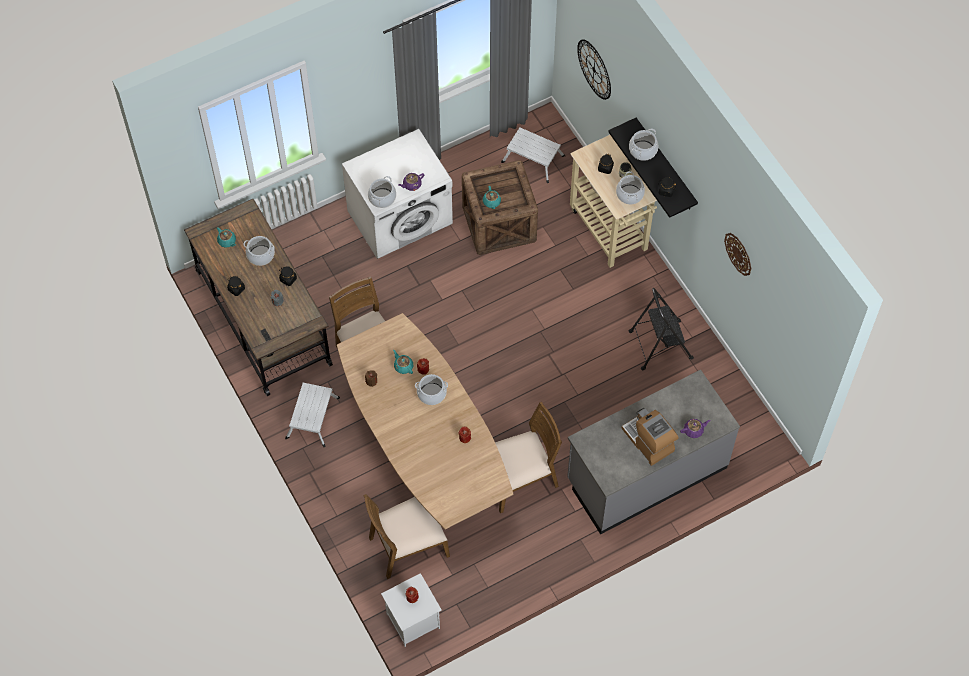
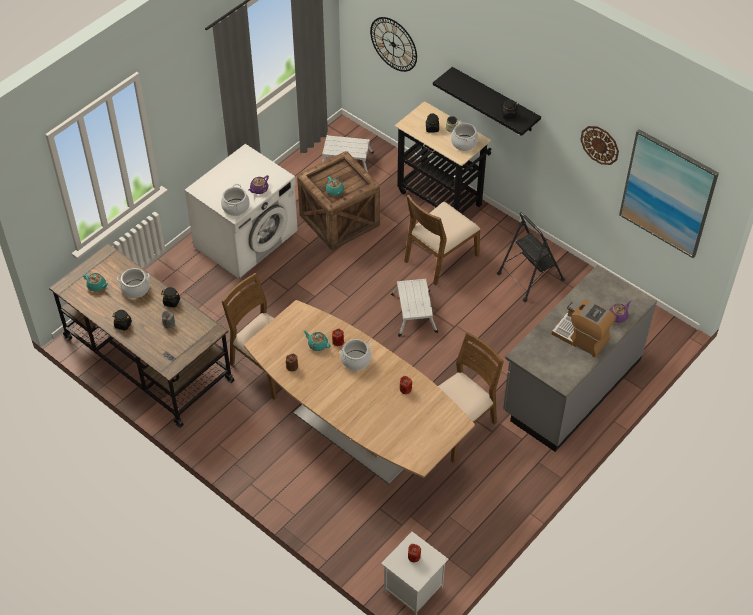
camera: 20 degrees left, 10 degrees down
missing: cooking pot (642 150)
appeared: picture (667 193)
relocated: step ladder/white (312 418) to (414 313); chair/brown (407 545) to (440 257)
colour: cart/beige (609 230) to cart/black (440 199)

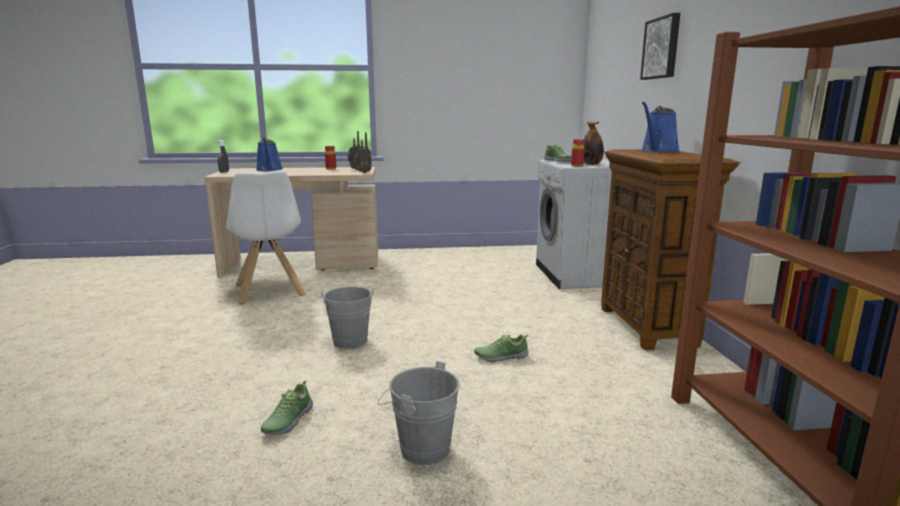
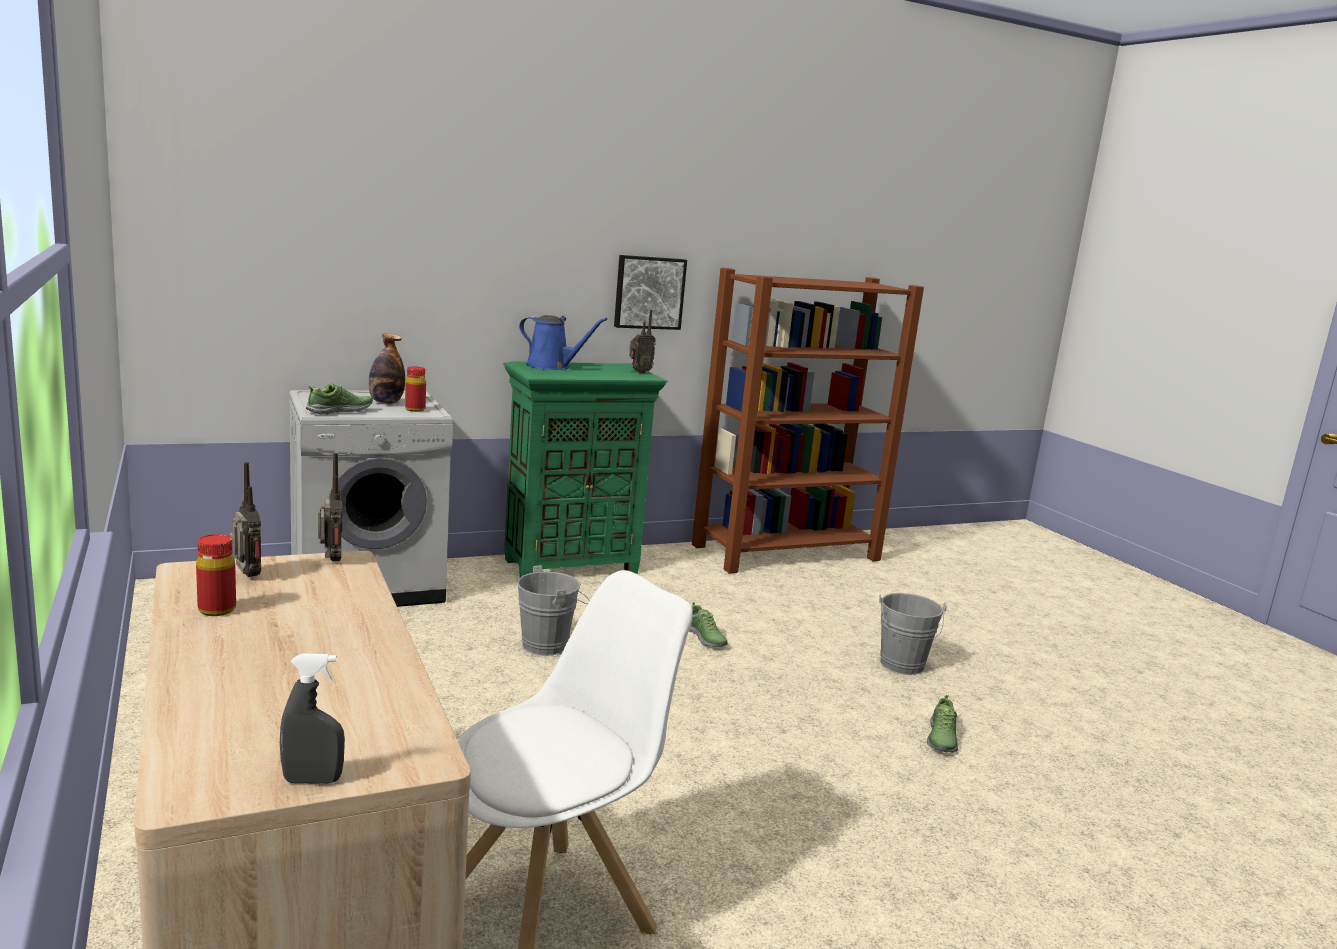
camera: 110 degrees left, 0 degrees up
missing: watering can/blue (269 170)
appeared: radio (639 372)
relocated: bucket/grey (350 343) to (550 644); picture (662 48) to (648 292)
colour: cabinet/brown (648 327) to cabinet/green (572 565)
spun: shoe (287 421) = (941 739) 105 degrees clockwise

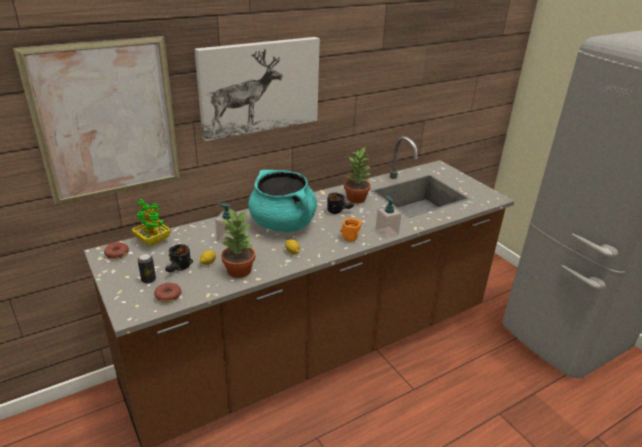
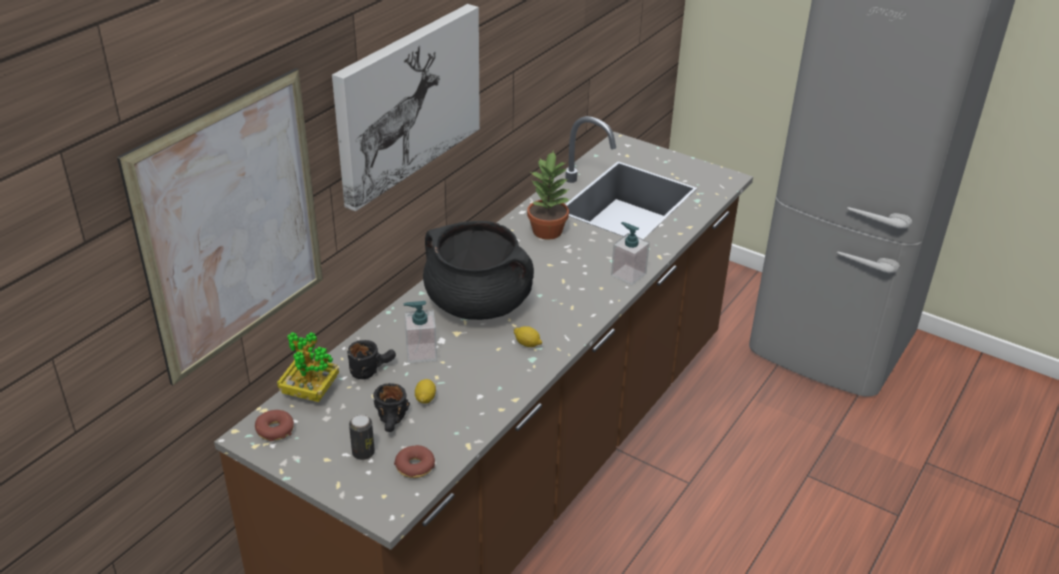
camera: 25 degrees left, 5 degrees up
missing: potted plant (239 270); mug/orange (352 235)
relocated: mug/black (339 210) to (372 369)
colour: cooking pot/turquoise (283 224) to cooking pot/black (479 304)

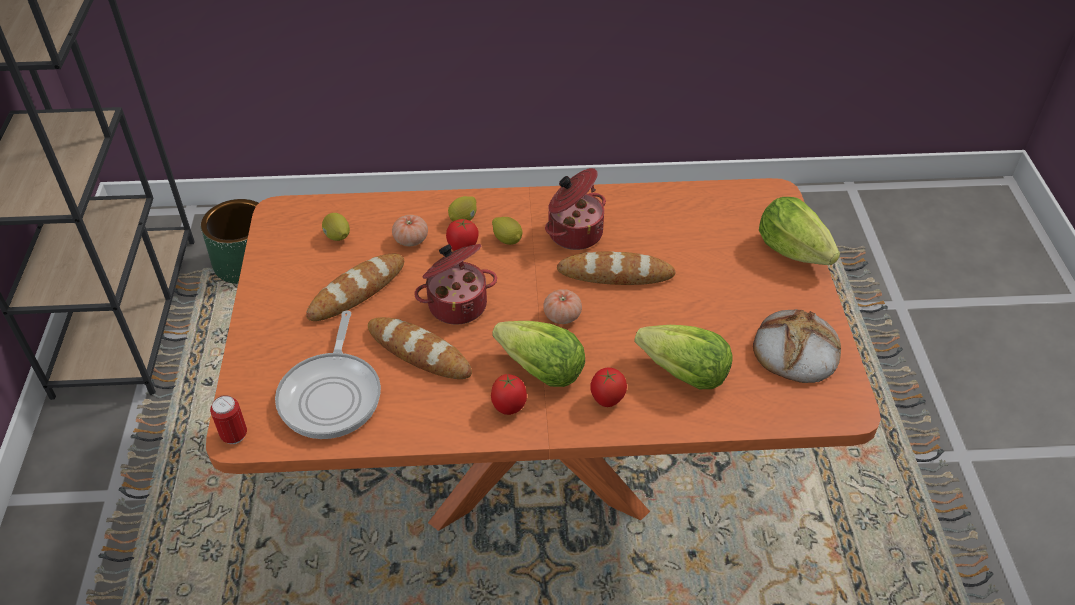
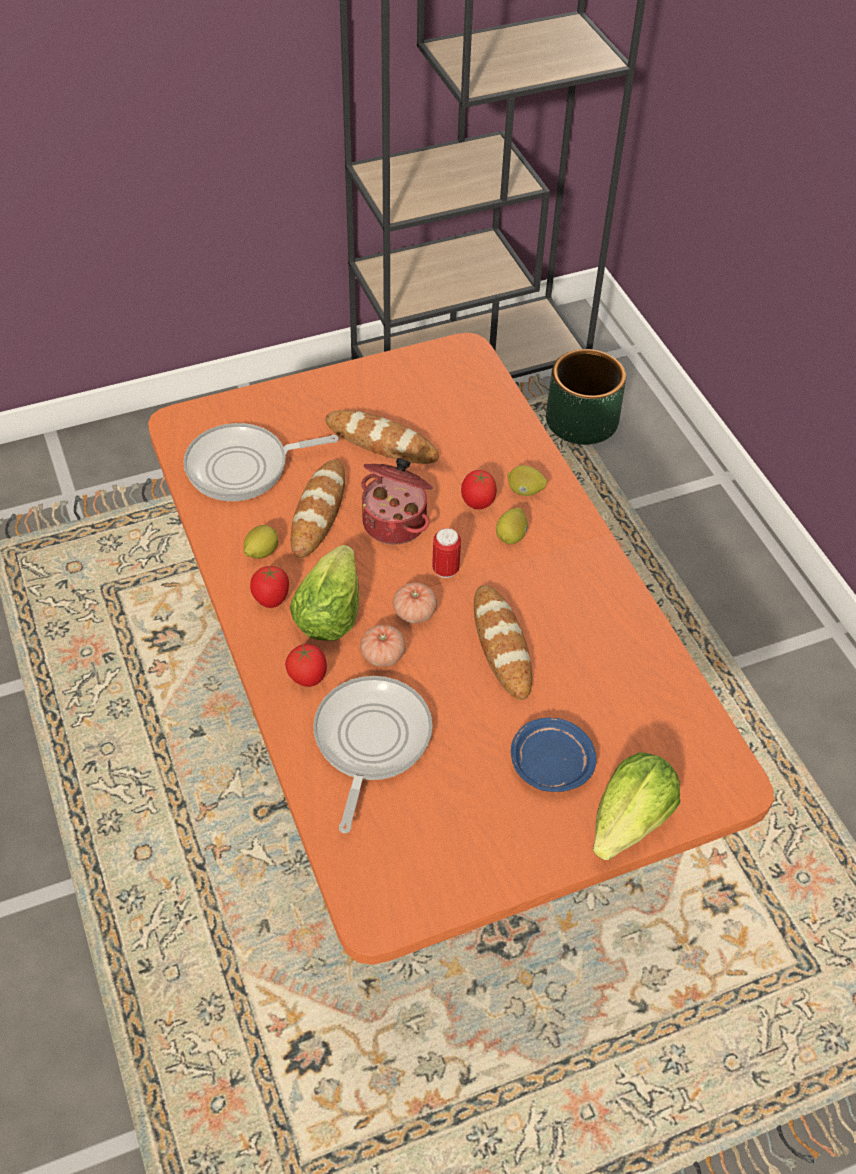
camera: 70 degrees right, 5 degrees up
missing: cooking pot (574 232); bread (795 351)
appeared: plate/blue (550 763)
relocated: lemon (337 237) to (261 552); tomato (411 240) to (383 655); can (234 435) to (445 569)
exchanged: lettuce (684 374) to frying pan (370 741)

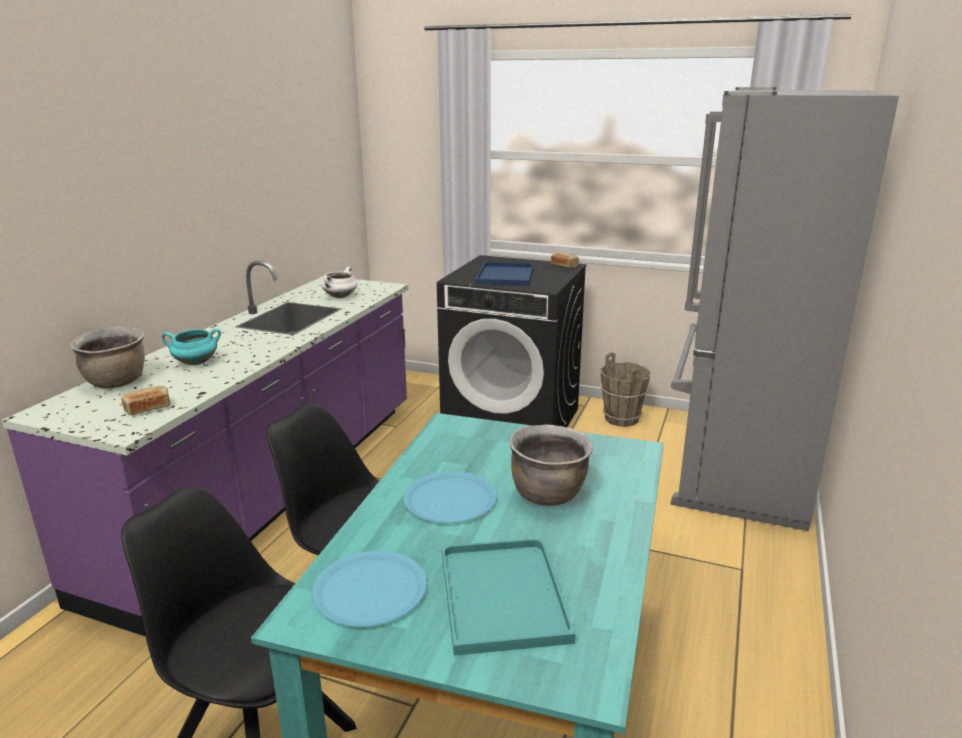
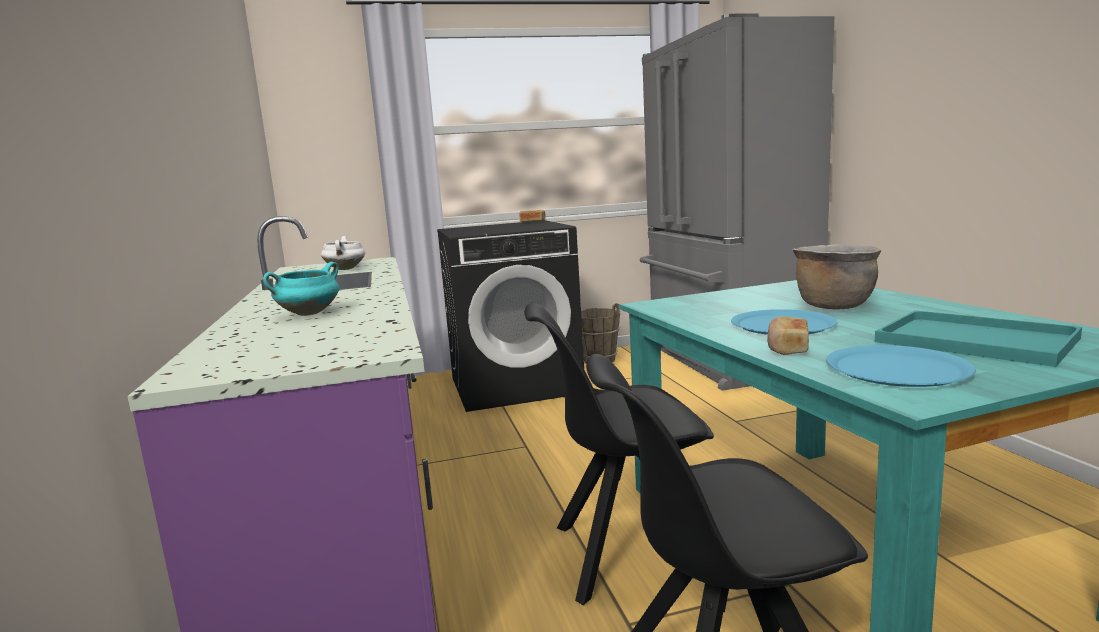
camera: 35 degrees left, 10 degrees down
missing: cooking pot/brown (117 383); tray/blue (504 275)
relocated: bread (148 409) to (787 348)

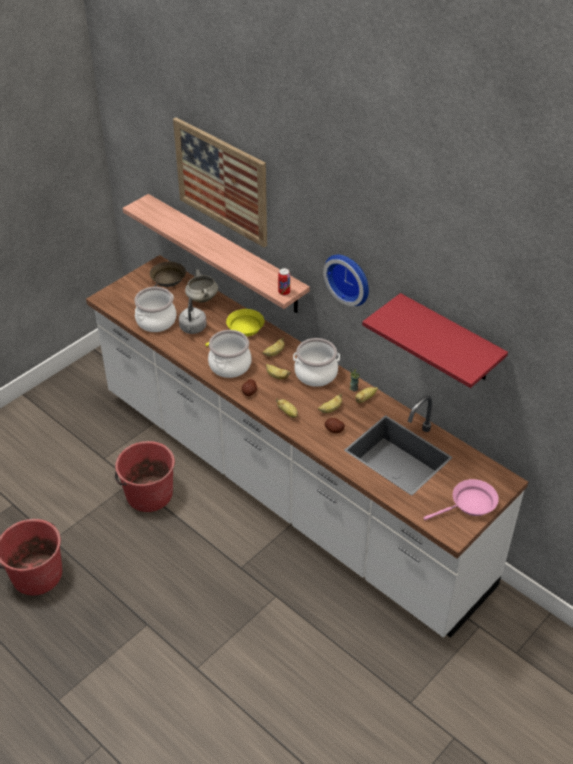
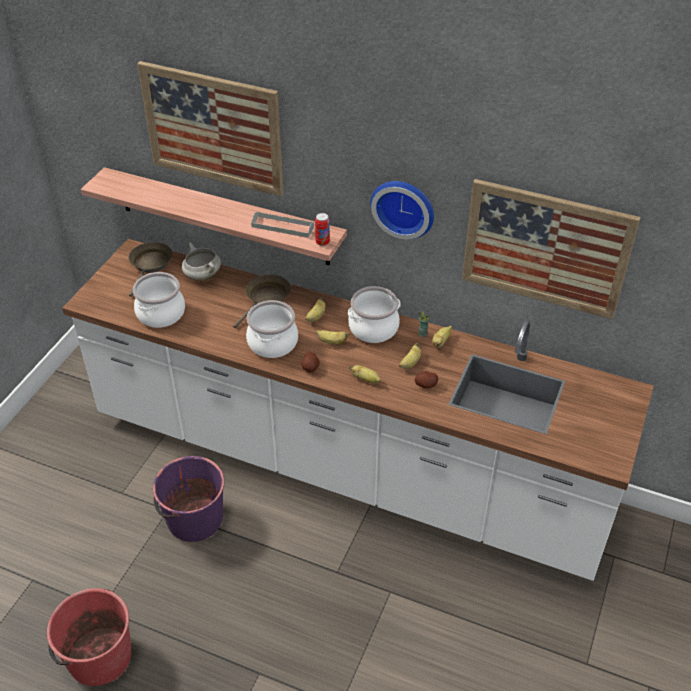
camera: 20 degrees left, 0 degrees up
missing: kettle/grey (193 329); frying pan/pink (470 504)
appeared: tray/grey (283 227)
exchanged: shelf/red (449 339) to picture (545 248)
colour: bucket/red (148 494) to bucket/purple (194 519); frying pan/yellow (242 329) to frying pan/brown (266 299)

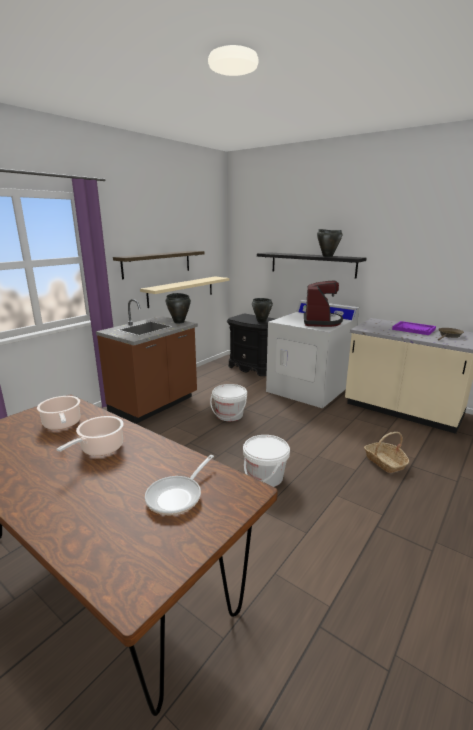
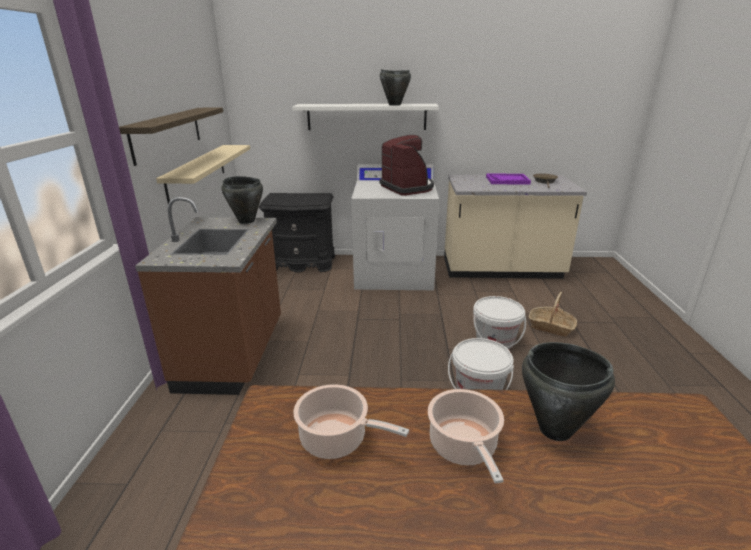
camera: 35 degrees left, 5 degrees up
missing: frying pan (177 496)
relocated: bucket/white (229 415) to (495 340); cooking pot/black (261 321) to (555 430)
colour: shelf/black (312 264) to shelf/white (366 117)

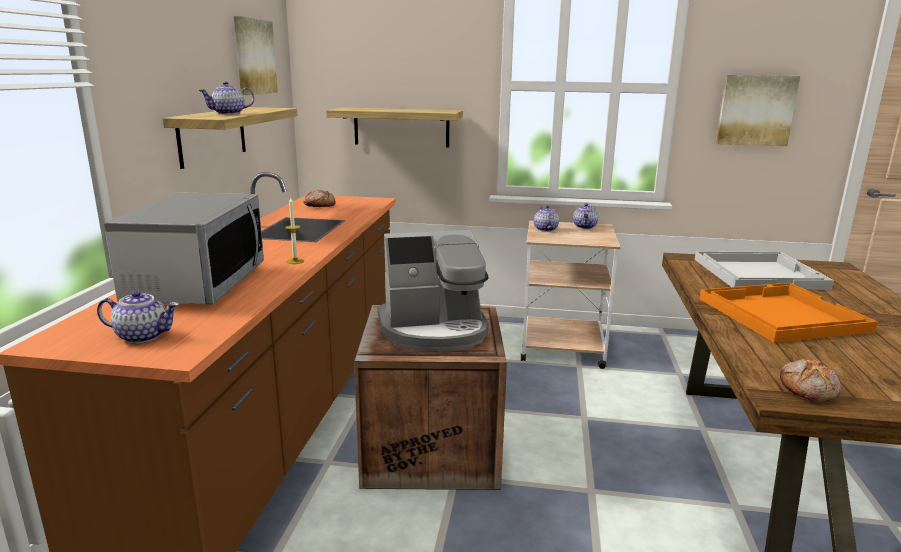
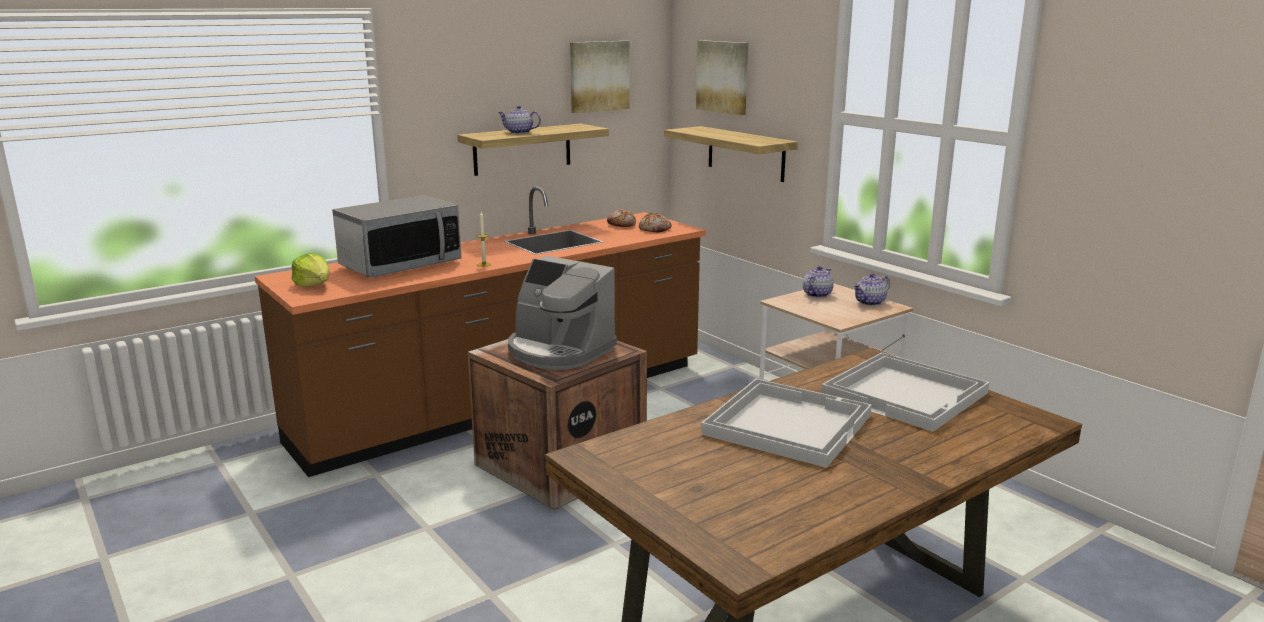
camera: 45 degrees right, 0 degrees up
relocated: bread (809 389) to (655 229); picture (755 110) to (723 77)
exchanged: teapot (143 336) to lettuce (314 285)
colour: tray/orange (779 314) to tray/white (786 424)

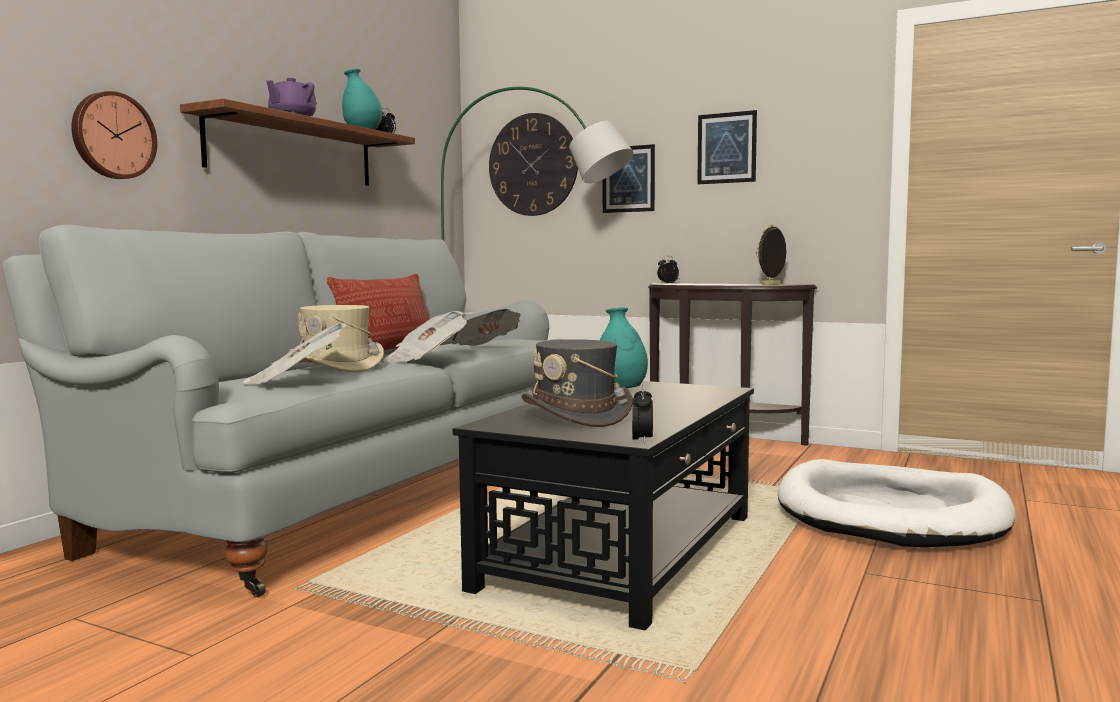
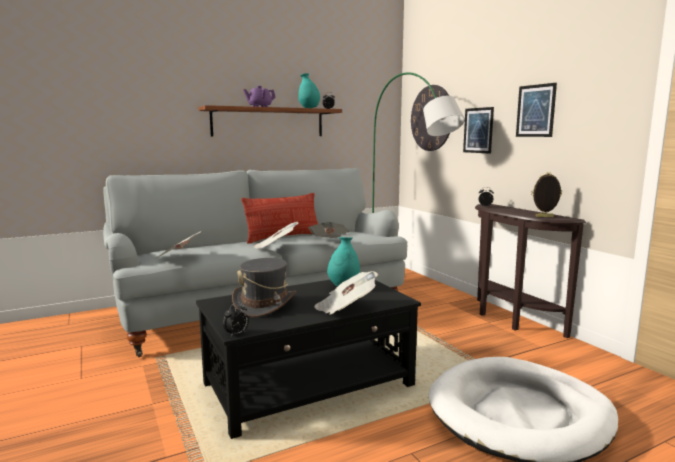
camera: 35 degrees right, 5 degrees up
missing: wall clock (112 136); hat/beige (337 366)
appeared: newspaper (345 308)

